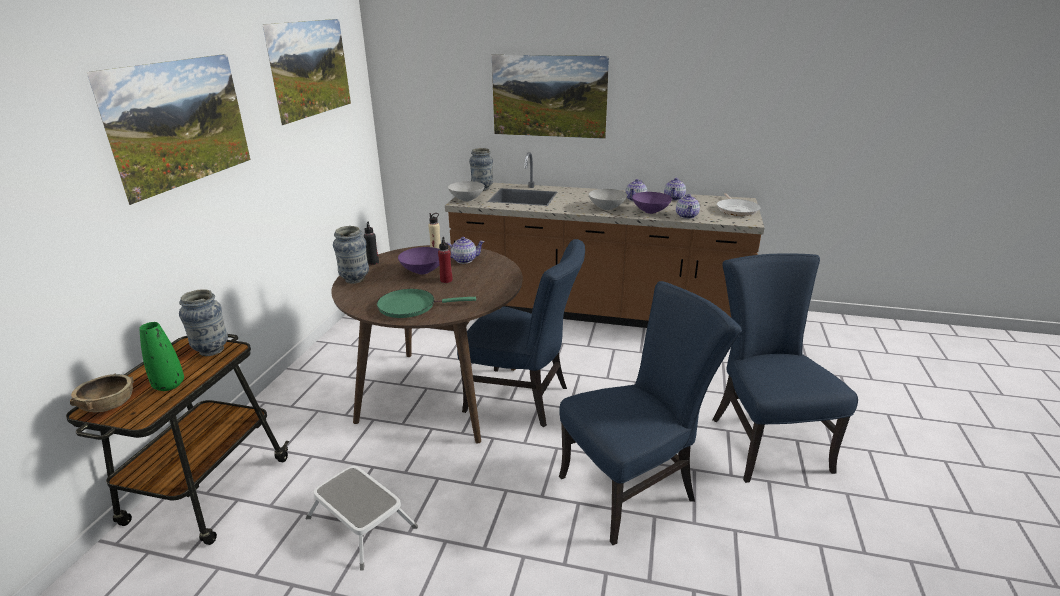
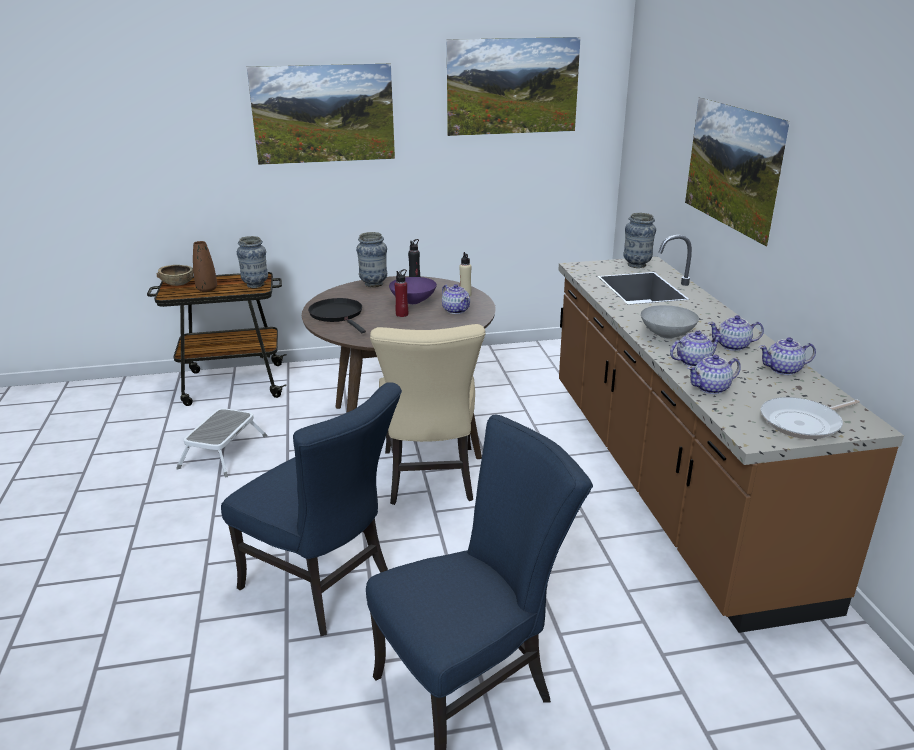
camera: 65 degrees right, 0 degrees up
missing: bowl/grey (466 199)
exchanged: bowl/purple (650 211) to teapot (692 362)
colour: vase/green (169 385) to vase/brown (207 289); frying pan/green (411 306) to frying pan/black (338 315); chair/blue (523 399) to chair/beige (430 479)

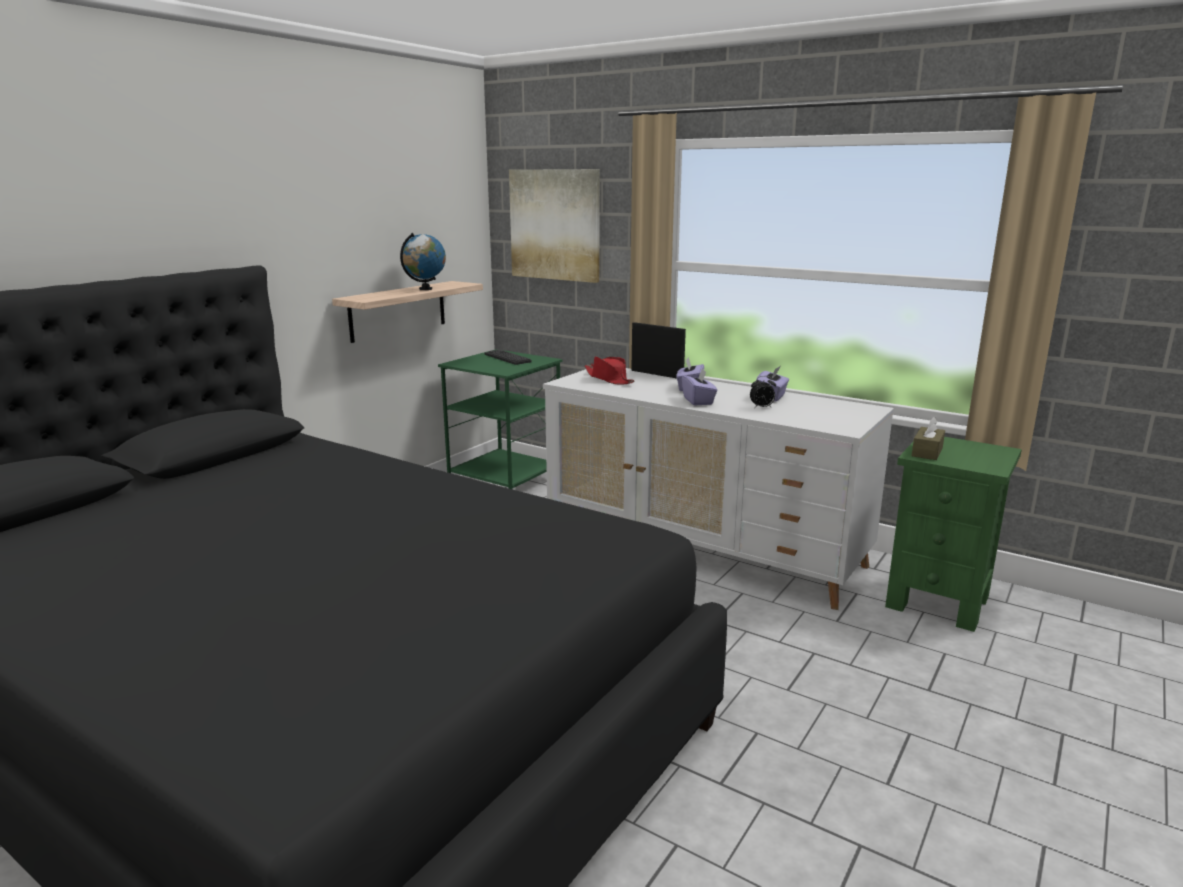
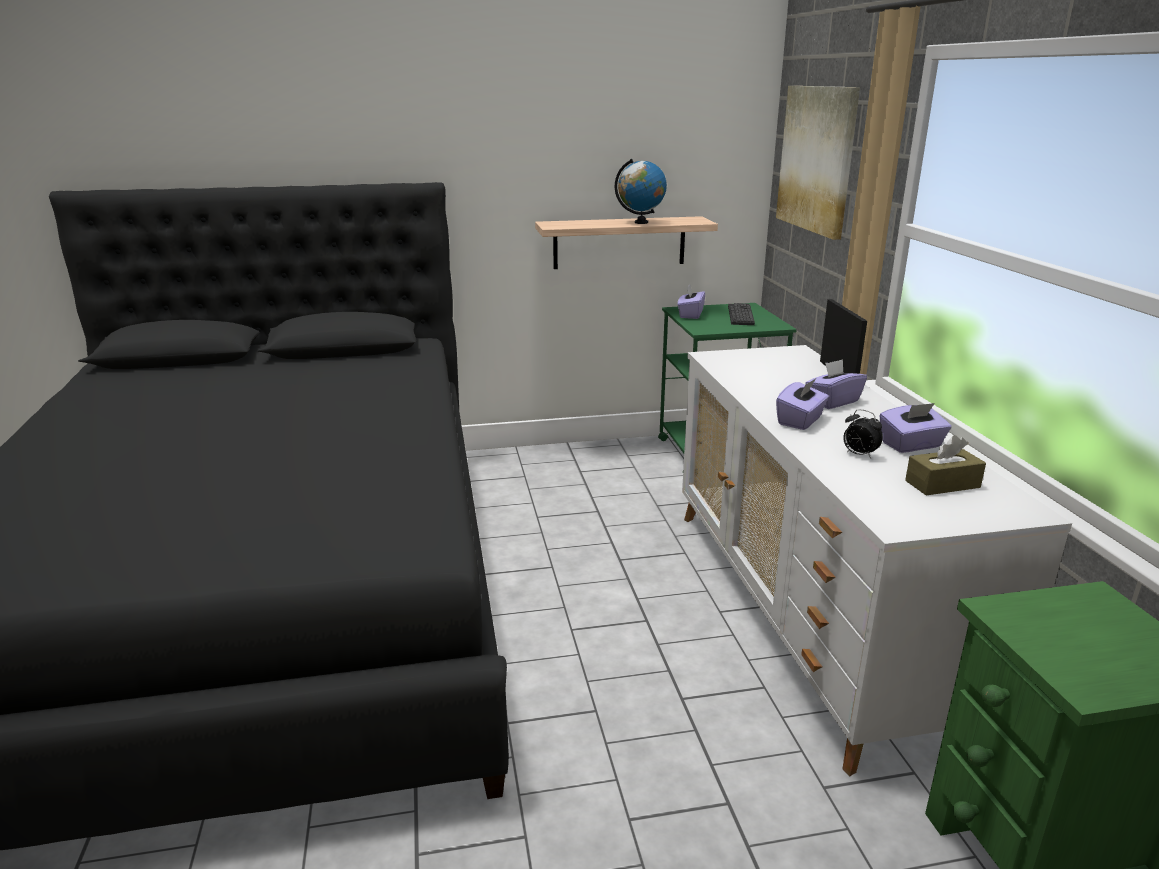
camera: 45 degrees right, 5 degrees up
missing: hat/red (609 379)
appeared: tissue box/purple (690 315)
relocated: tissue box/brown (927 452) to (942 484)

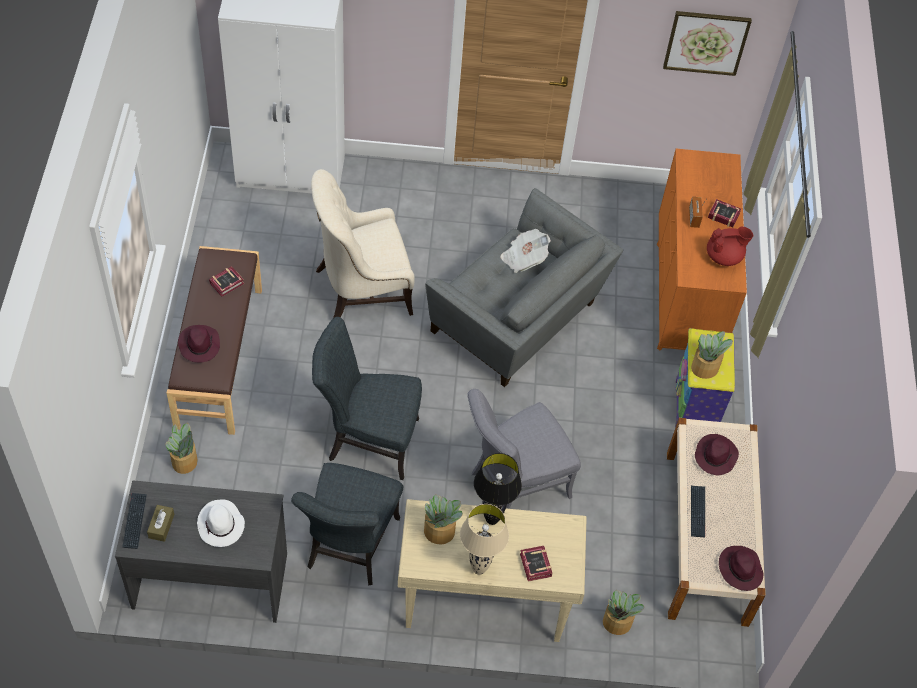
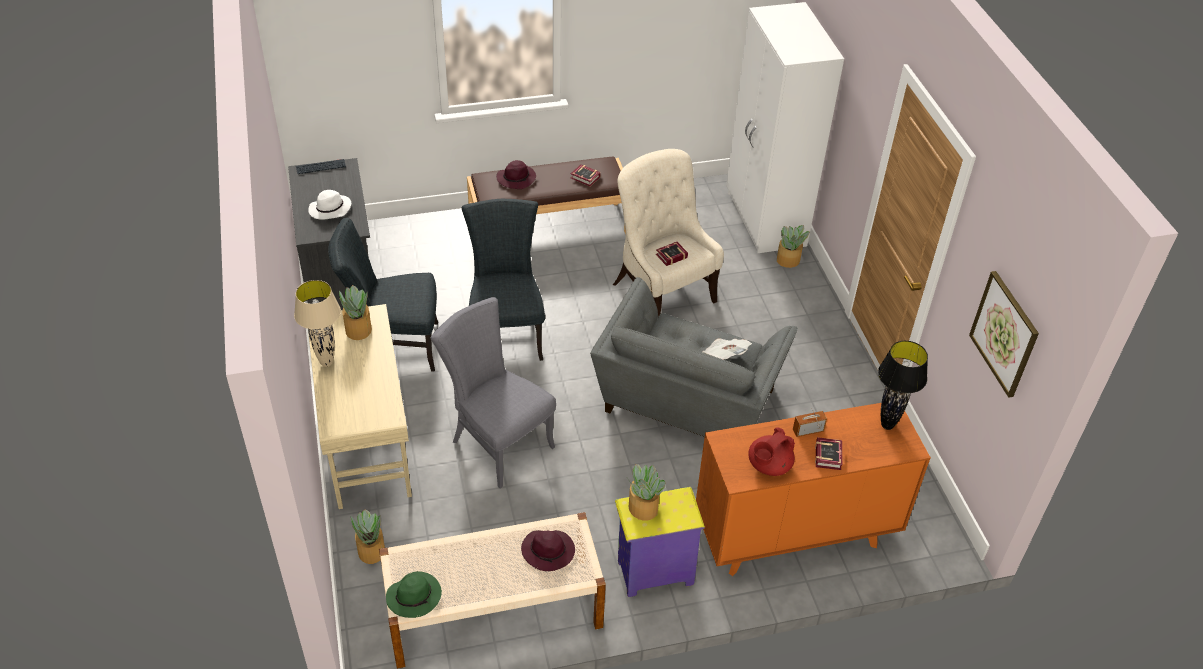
camera: 75 degrees right, 10 degrees down
missing: tissue box/brown (161 526); keyboard (697 511)
relocated: book (535 566) to (670 256); potted plant (185 461) to (788 260); table lamp/black (492 520) to (887 425)
colour: hat/purple (740 569) to hat/green (415 596)
spun: teapot/red (724 256) = (768 466) 75 degrees clockwise

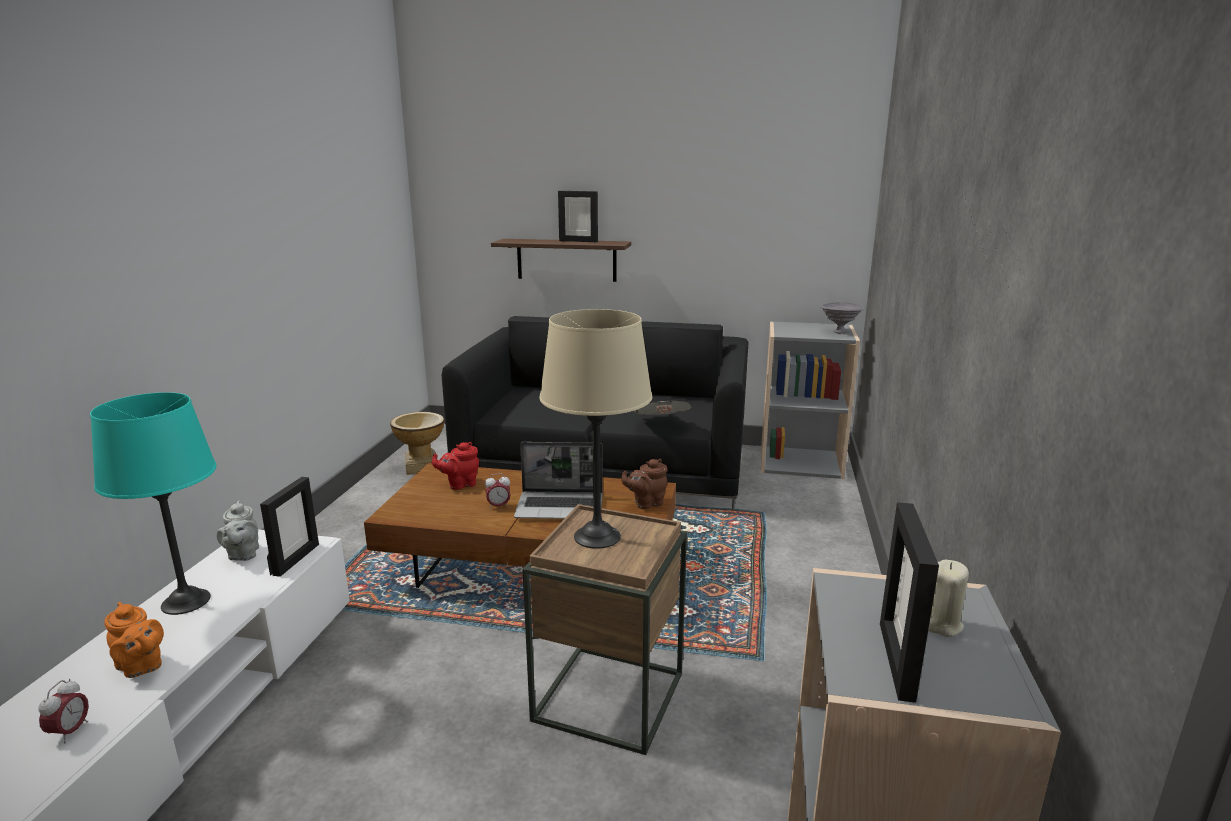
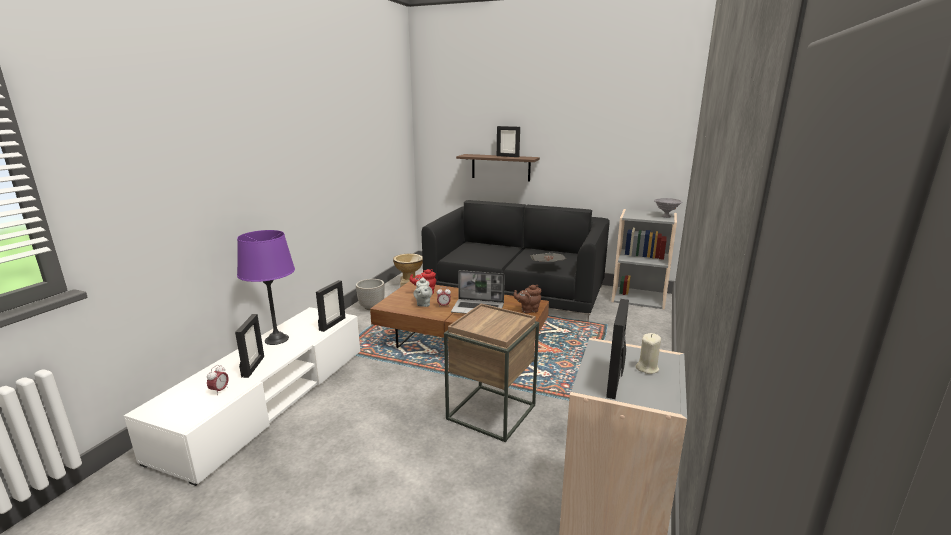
camera: 10 degrees right, 0 degrees up
missing: table lamp/beige (597 537)
appeared: planter (371 307)
relocated: teapot/grey (243 555) to (423 304)
exchanged: teapot/orange (141 667) to picture frame (253 366)
colour: table lamp/turquoise (186 602) to table lamp/purple (277 339)

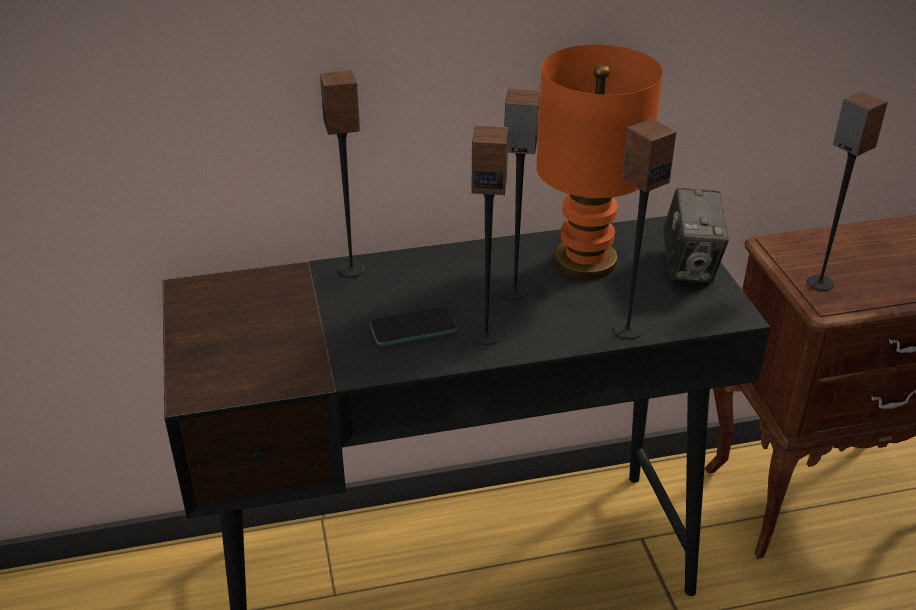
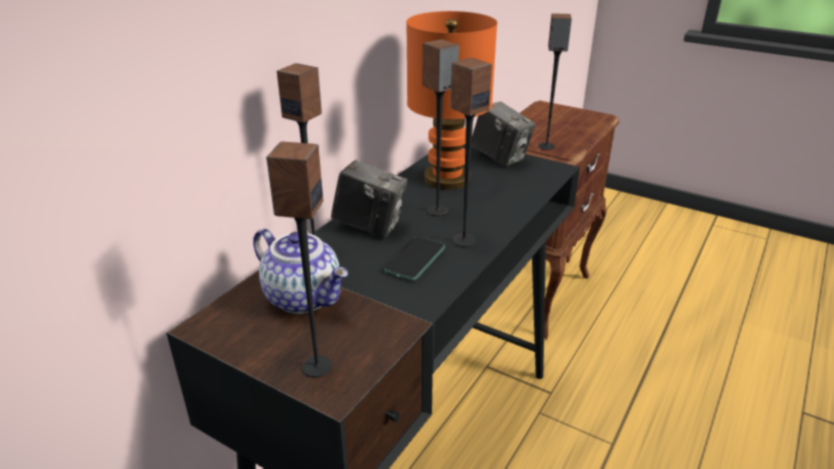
camera: 45 degrees left, 5 degrees down
appeared: teapot (305 297); photo camera (370 226)
relocated: speaker (627 330) to (316 366)

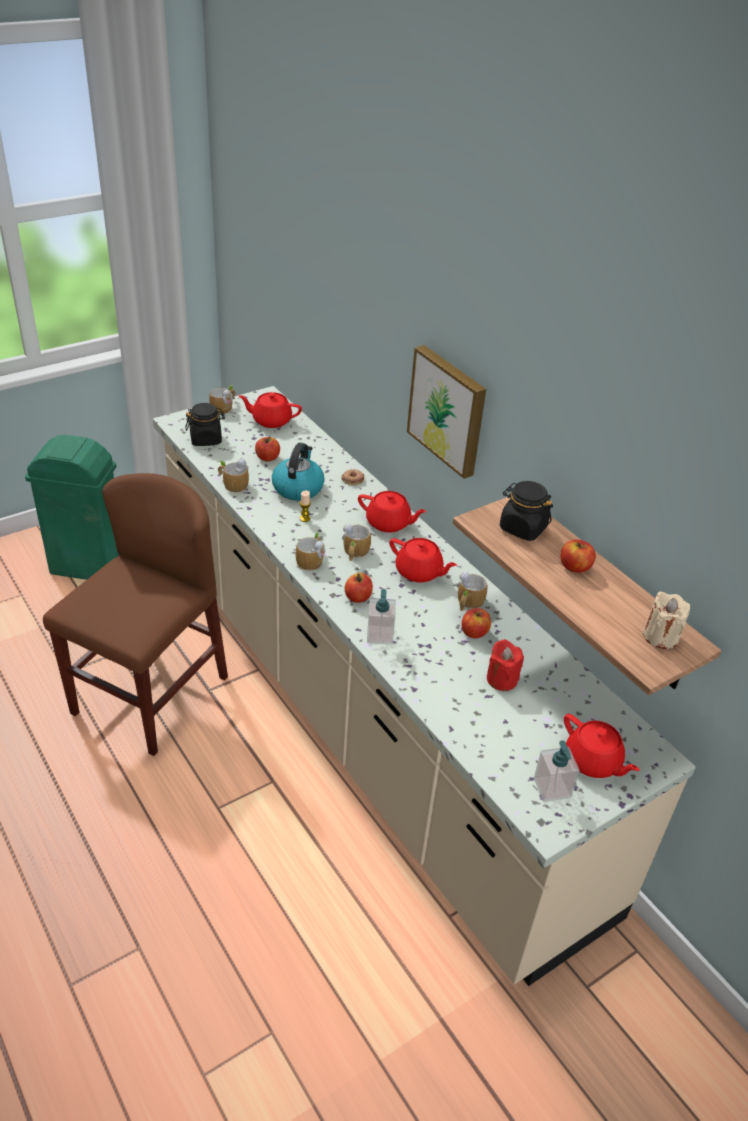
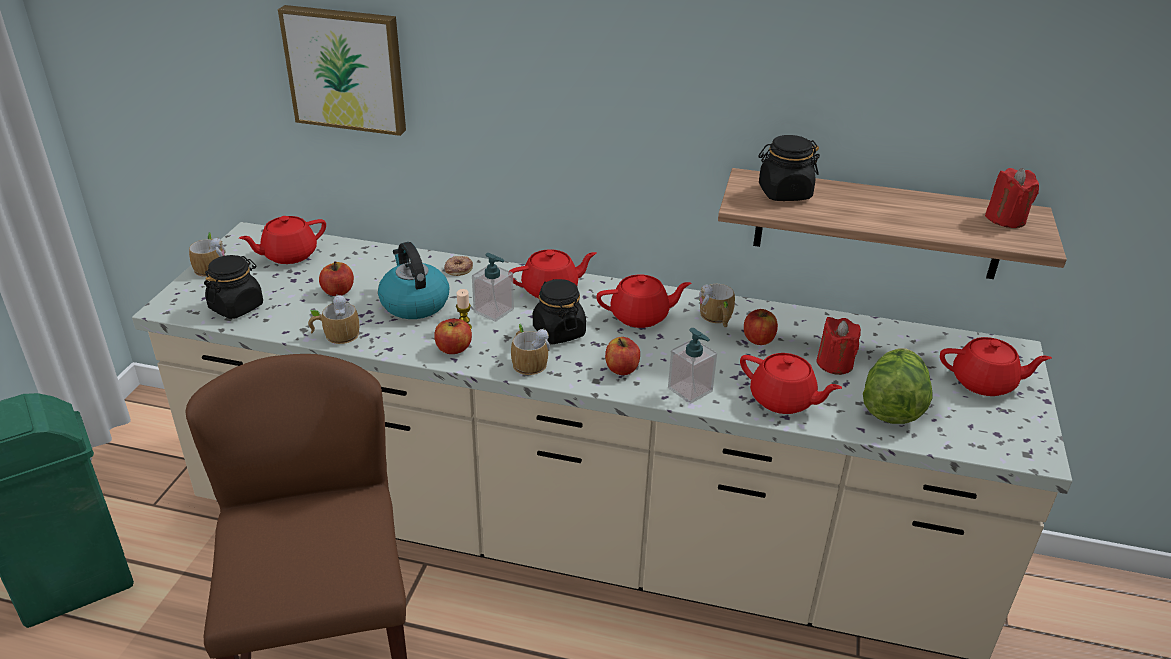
camera: 40 degrees left, 5 degrees down
appeared: teapot/red (783 400); lettuce (891 406)
relocated: picture (449 410) to (346 69); apple (575 567) to (453 349); soap dispenser (552 788) to (494 310)
exchanged: mug (354 552) to jar/black (558 332)
colour: candle/beige (660 636) to candle/red (1005 219)

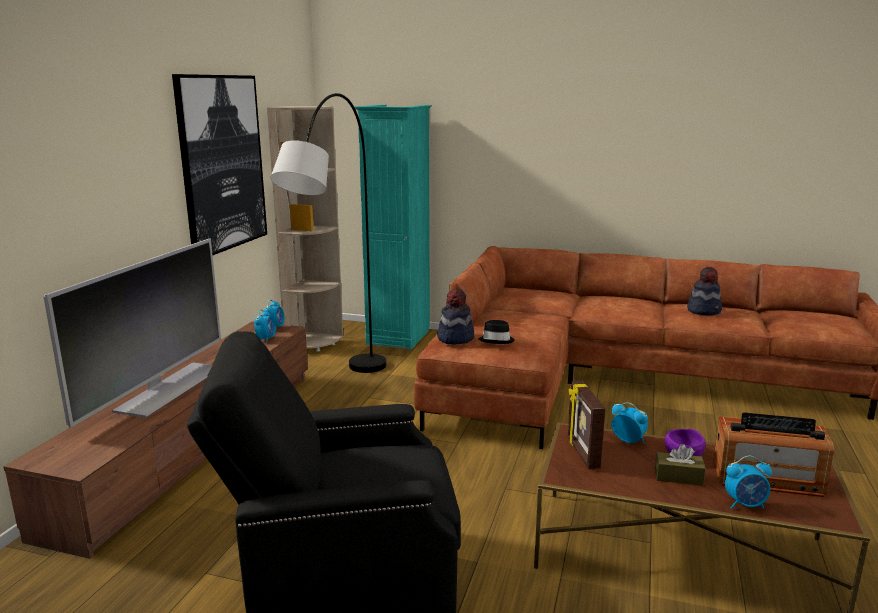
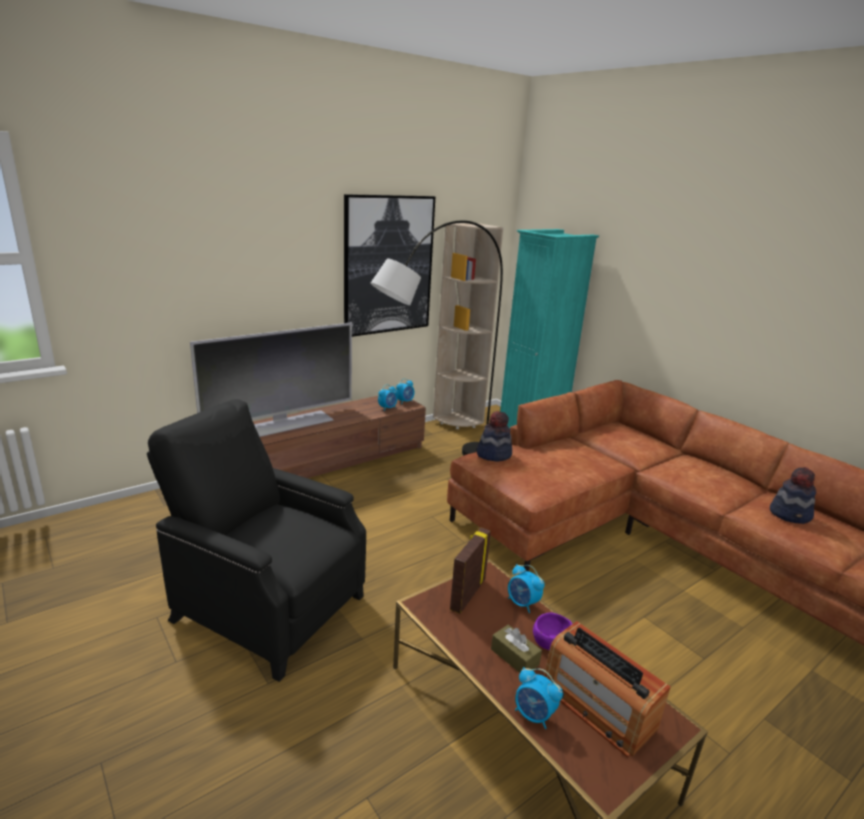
camera: 35 degrees right, 5 degrees up
missing: hat/black (496 340)
spun: alarm clock (628 440) = (522 603) 150 degrees clockwise

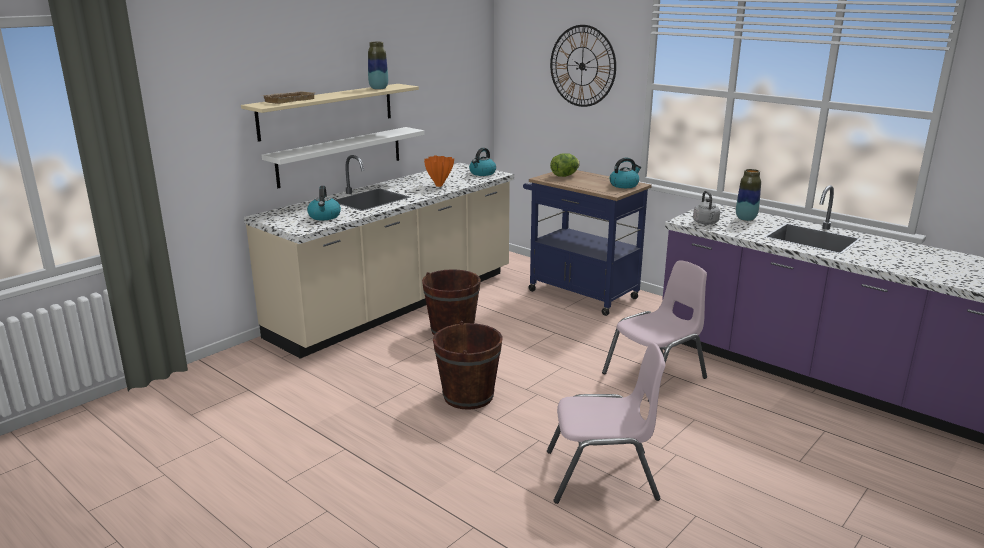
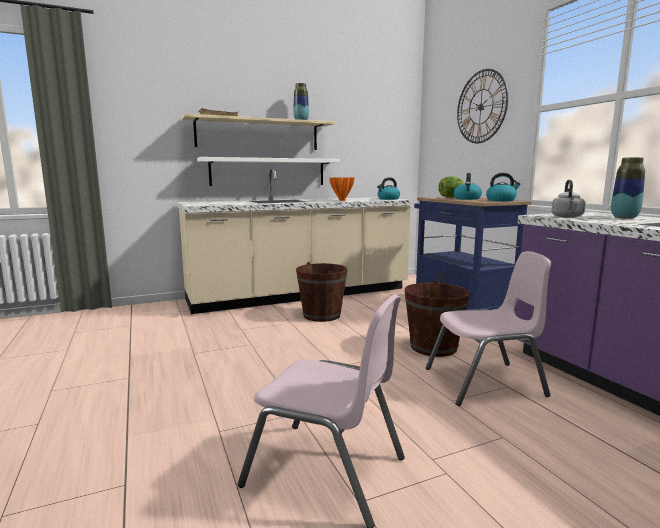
camera: 25 degrees right, 10 degrees down
relocated: bucket/brown (468 396) to (433 347); kettle (324 217) to (467 199)

